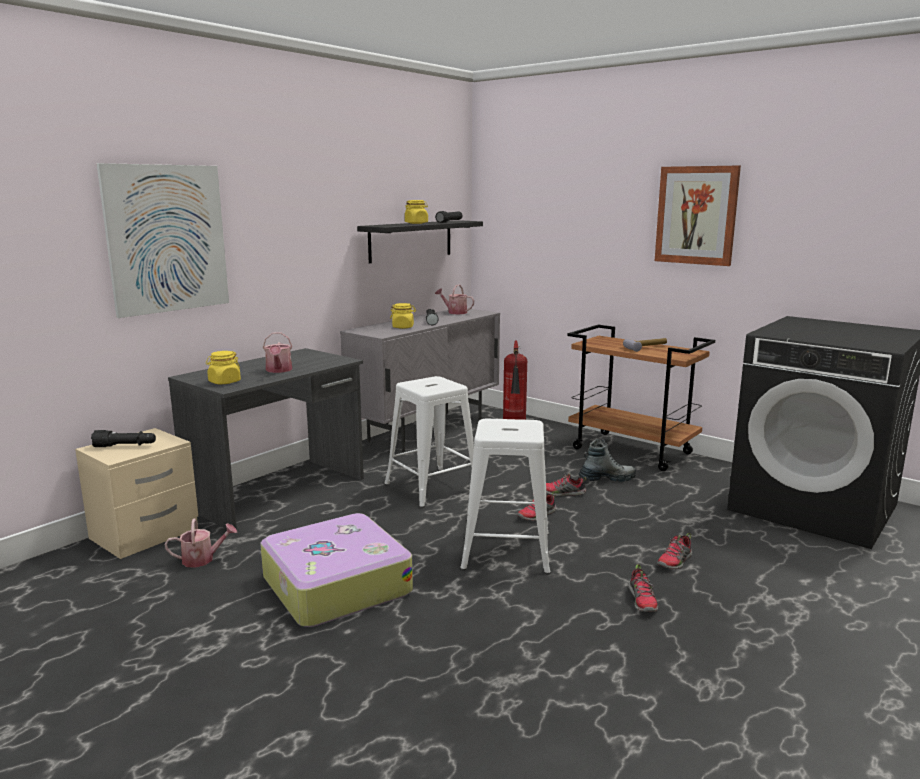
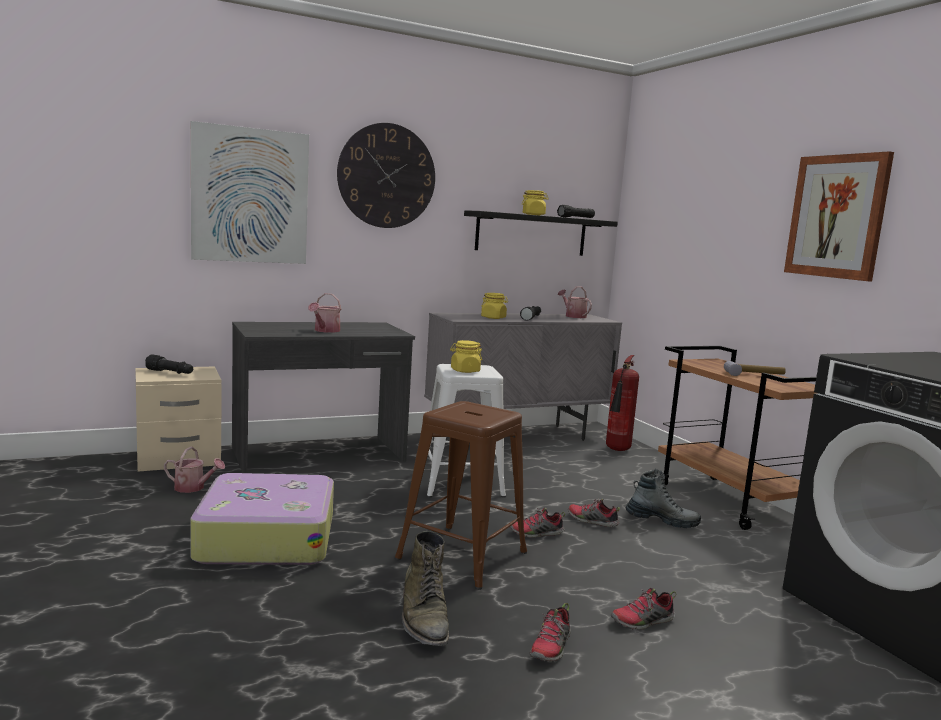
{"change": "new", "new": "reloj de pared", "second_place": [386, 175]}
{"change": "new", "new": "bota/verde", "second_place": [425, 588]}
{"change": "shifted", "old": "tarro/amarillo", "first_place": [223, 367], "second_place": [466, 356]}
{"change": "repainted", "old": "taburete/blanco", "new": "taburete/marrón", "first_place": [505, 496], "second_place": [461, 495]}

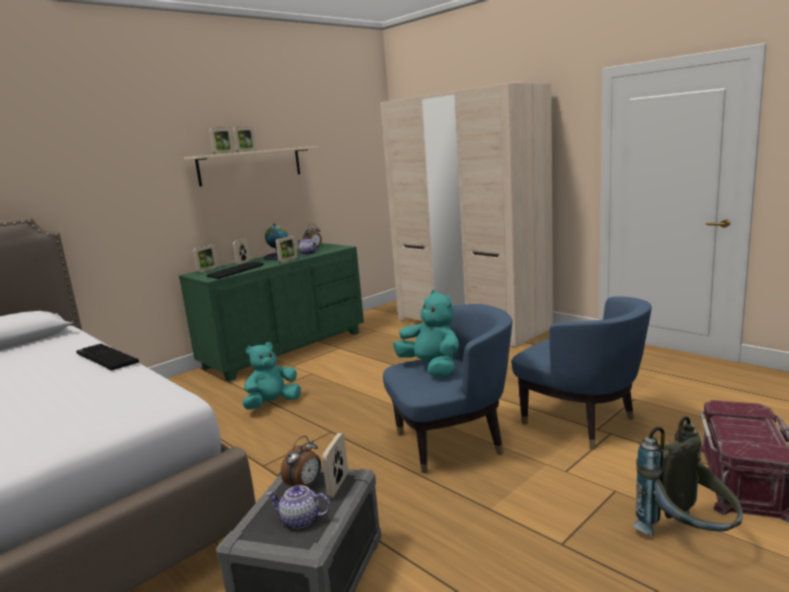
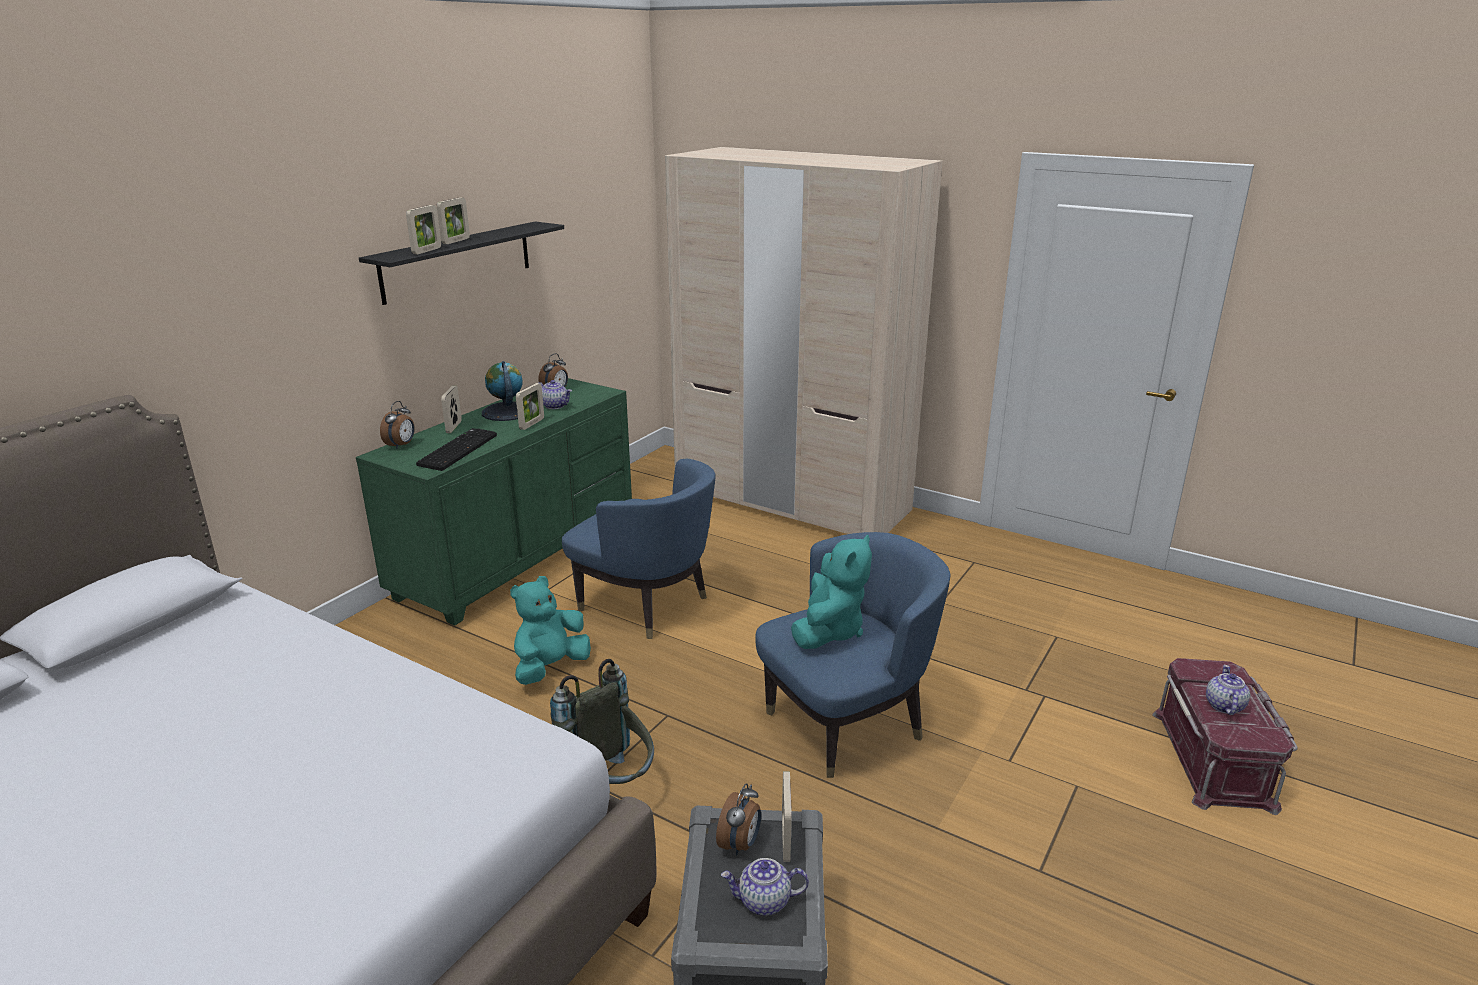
{"change": "gone", "old": "teclado", "first_place": [107, 357]}
{"change": "new", "new": "tetera", "second_place": [1228, 690]}
{"change": "shifted", "old": "sillón/azul", "first_place": [582, 372], "second_place": [639, 549]}
{"change": "shifted", "old": "mochila/gris", "first_place": [687, 475], "second_place": [602, 721]}
{"change": "swapped", "old": "portarretratos", "new": "despertador", "first_place": [205, 259], "second_place": [397, 425]}
{"change": "repainted", "old": "estante/beis", "new": "estante/negro", "first_place": [251, 166], "second_place": [461, 263]}
{"change": "rotated", "old": "peluche/turquesa", "first_place": [426, 333], "second_place": [831, 592], "degrees": 75}

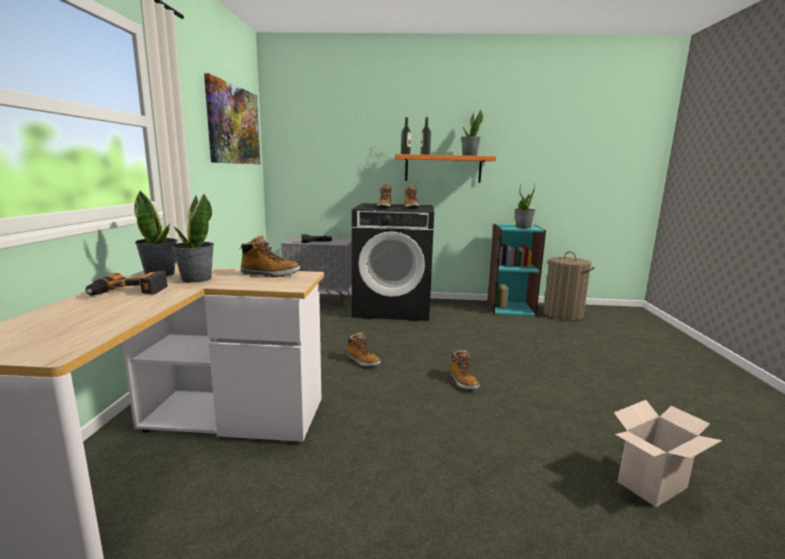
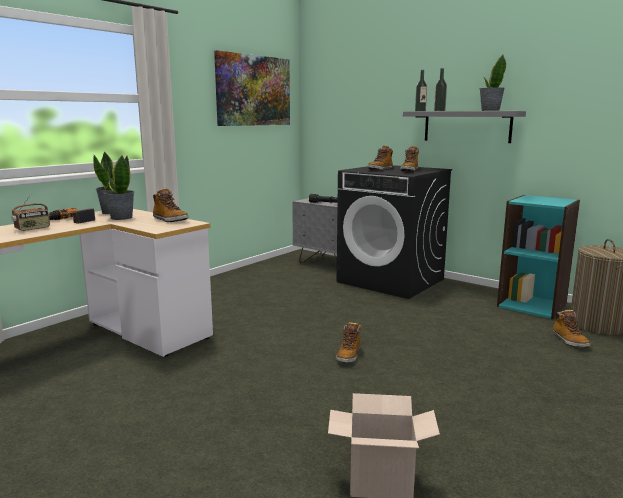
{"change": "gone", "old": "planta en maceta", "first_place": [525, 206]}
{"change": "new", "new": "radio", "second_place": [30, 212]}
{"change": "shifted", "old": "bota", "first_place": [364, 350], "second_place": [571, 328]}
{"change": "repainted", "old": "estante/naranja", "new": "estante/gris", "first_place": [445, 168], "second_place": [464, 127]}

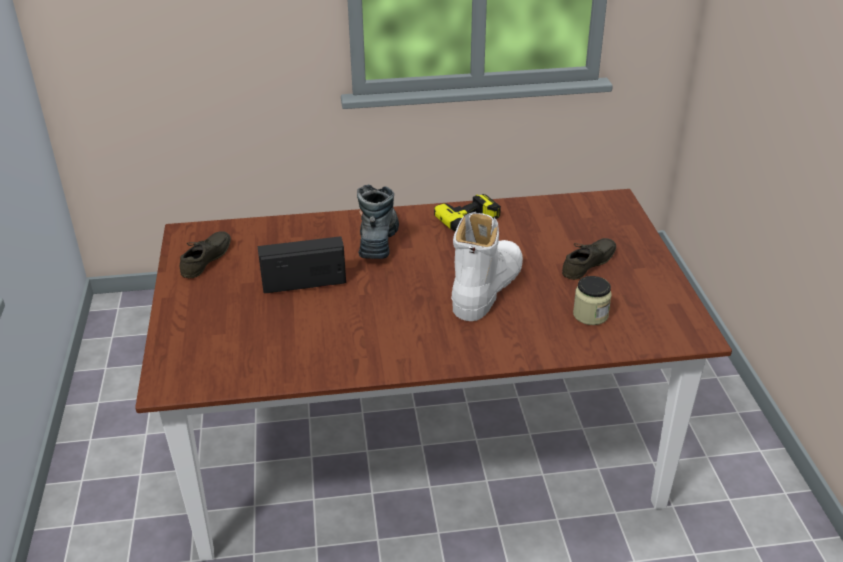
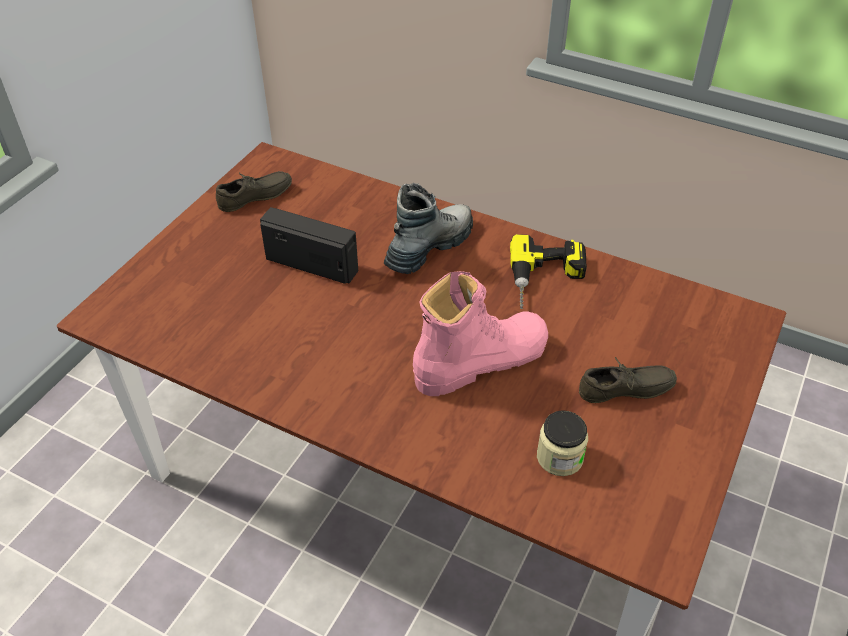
{"change": "repainted", "old": "bota/blanco", "new": "bota/rosa", "first_place": [487, 266], "second_place": [480, 333]}

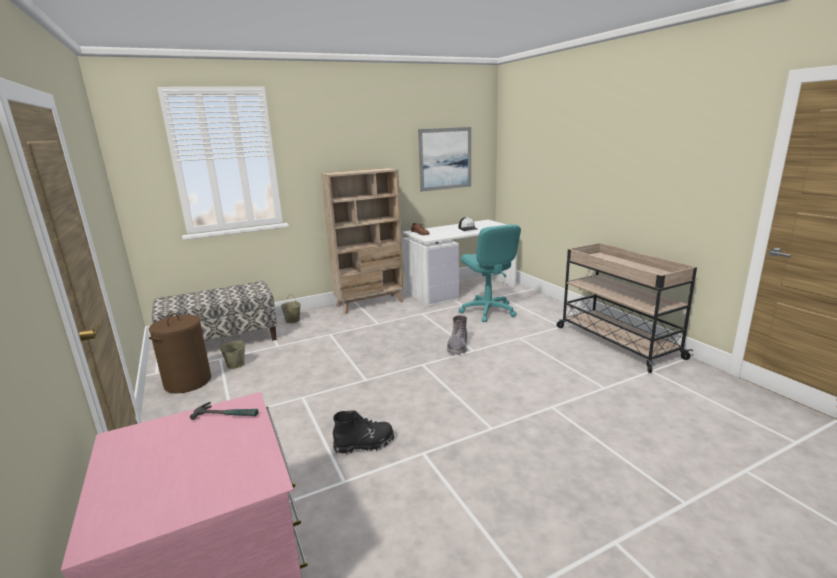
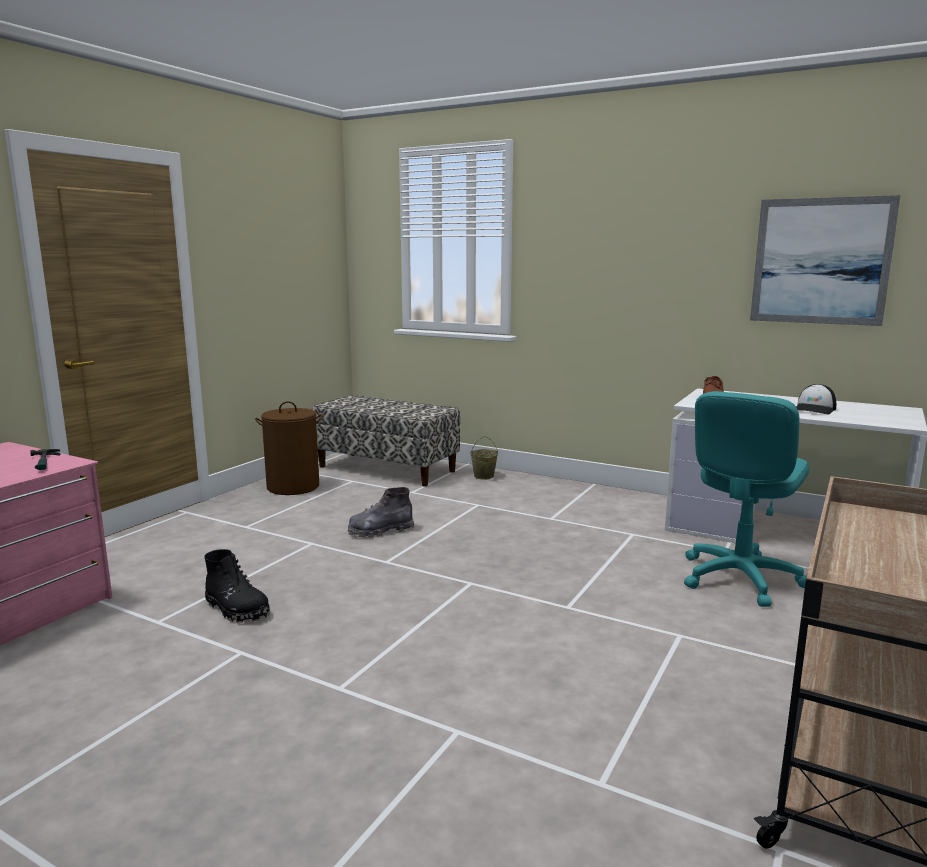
{"change": "gone", "old": "cubo/beis", "first_place": [232, 351]}
{"change": "gone", "old": "estantería/beis", "first_place": [362, 241]}
{"change": "shifted", "old": "bota/gris", "first_place": [457, 335], "second_place": [381, 512]}

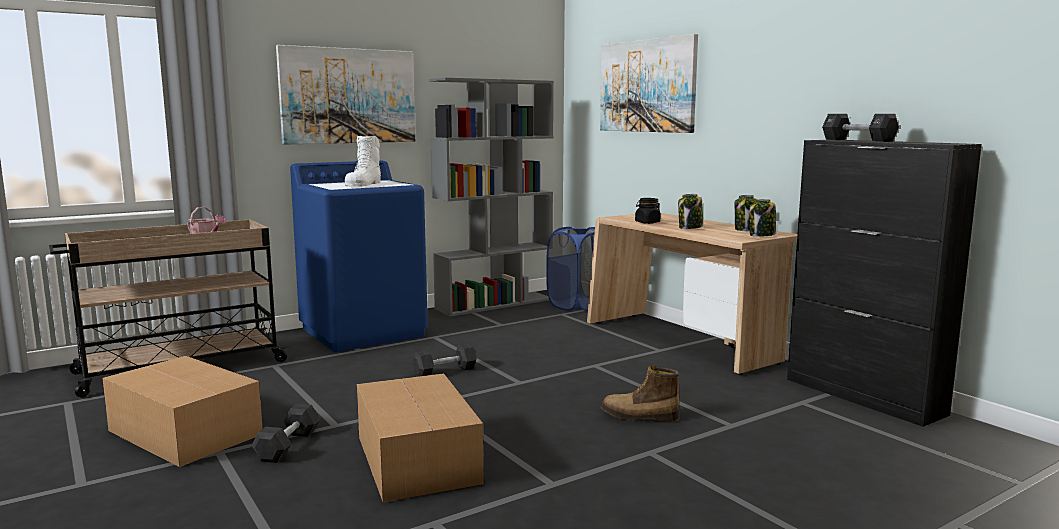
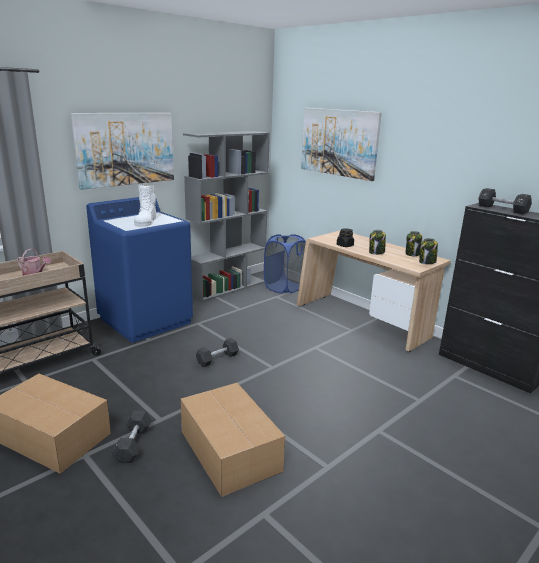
{"change": "gone", "old": "bota", "first_place": [640, 394]}

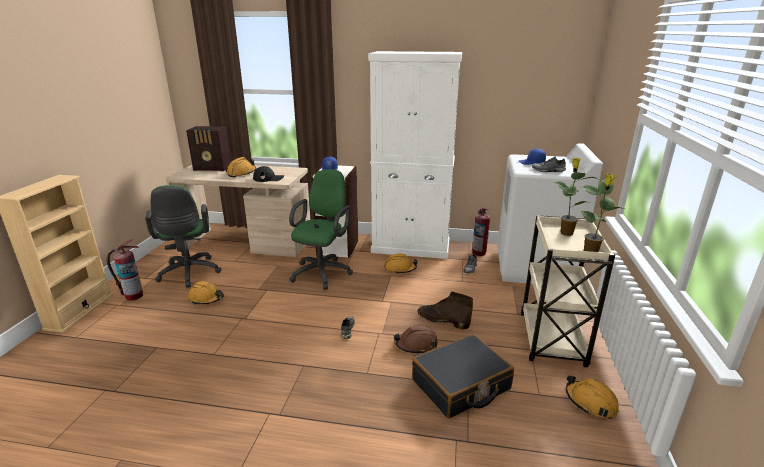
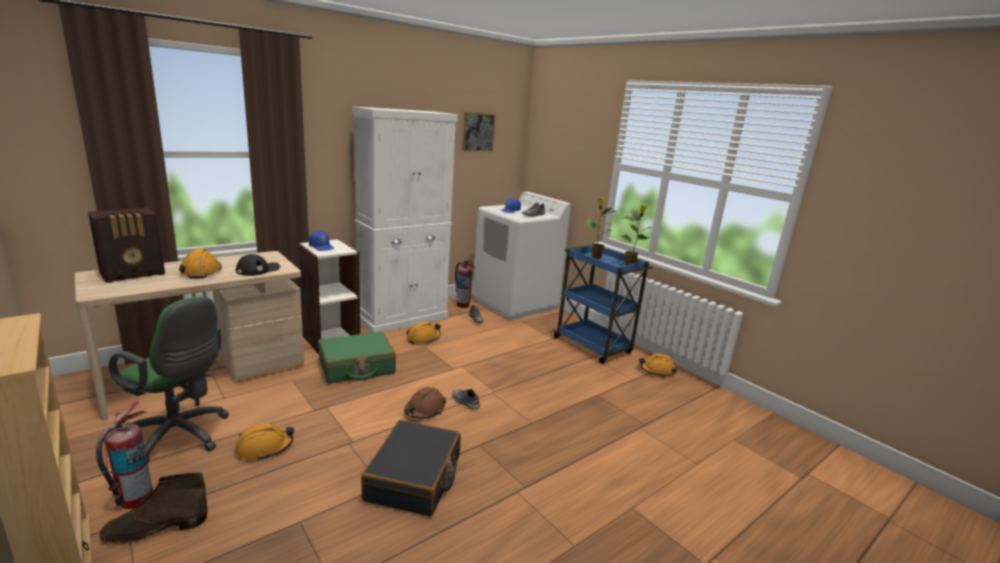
{"change": "new", "new": "cuadro", "second_place": [479, 131]}
{"change": "shifted", "old": "casco/marrón", "first_place": [416, 339], "second_place": [425, 403]}
{"change": "shifted", "old": "maleta/negro", "first_place": [463, 376], "second_place": [411, 468]}
{"change": "shifted", "old": "bota/marrón", "first_place": [445, 310], "second_place": [153, 508]}
{"change": "swapped", "old": "silla de oficina/verde", "new": "maleta/verde", "first_place": [321, 229], "second_place": [357, 357]}
{"change": "repainted", "old": "carrito/beis", "new": "carrito/azul", "first_place": [568, 291], "second_place": [602, 304]}

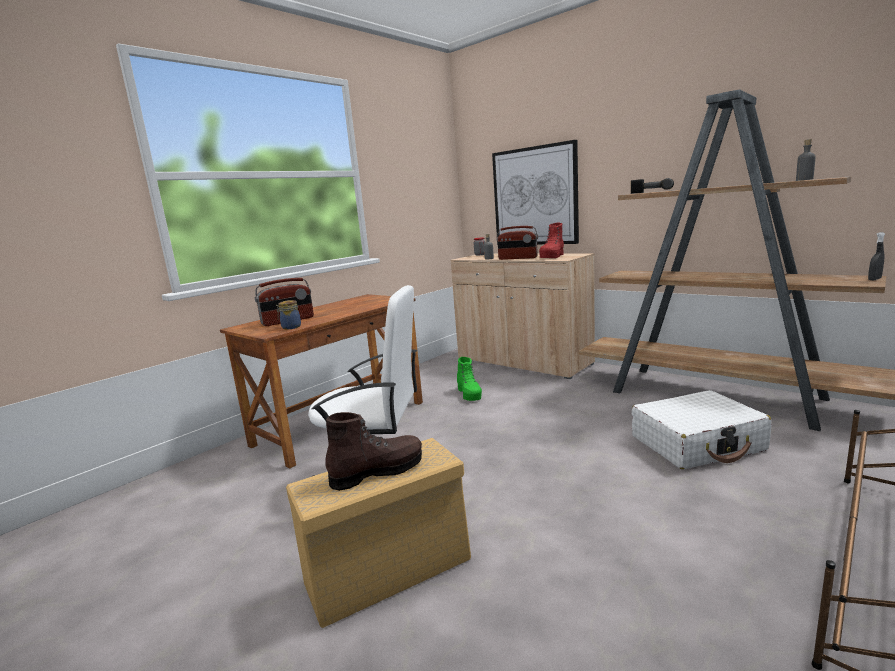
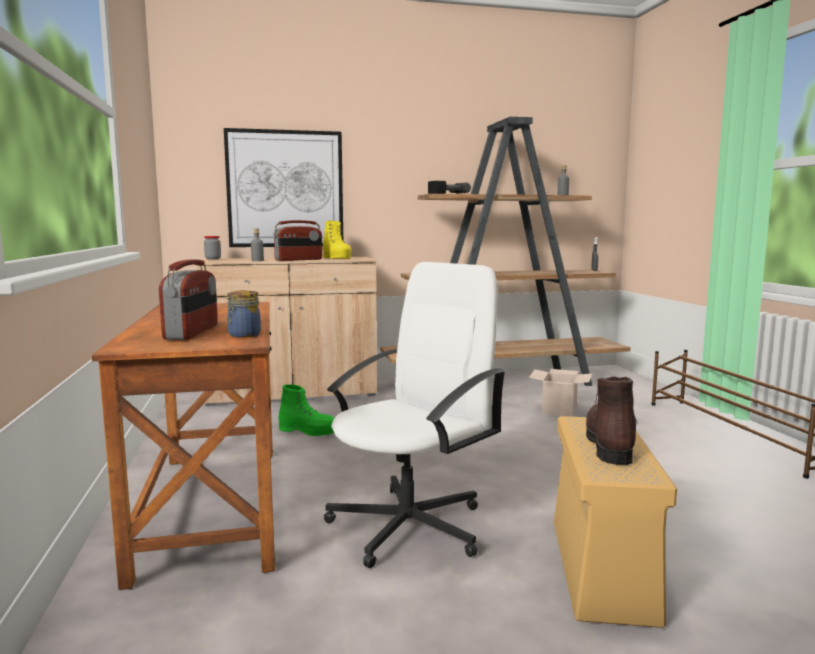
{"change": "swapped", "old": "maleta/blanco", "new": "caja de cartón", "first_place": [701, 429], "second_place": [561, 393]}
{"change": "repainted", "old": "bota/rojo", "new": "bota/amarillo", "first_place": [551, 240], "second_place": [337, 239]}

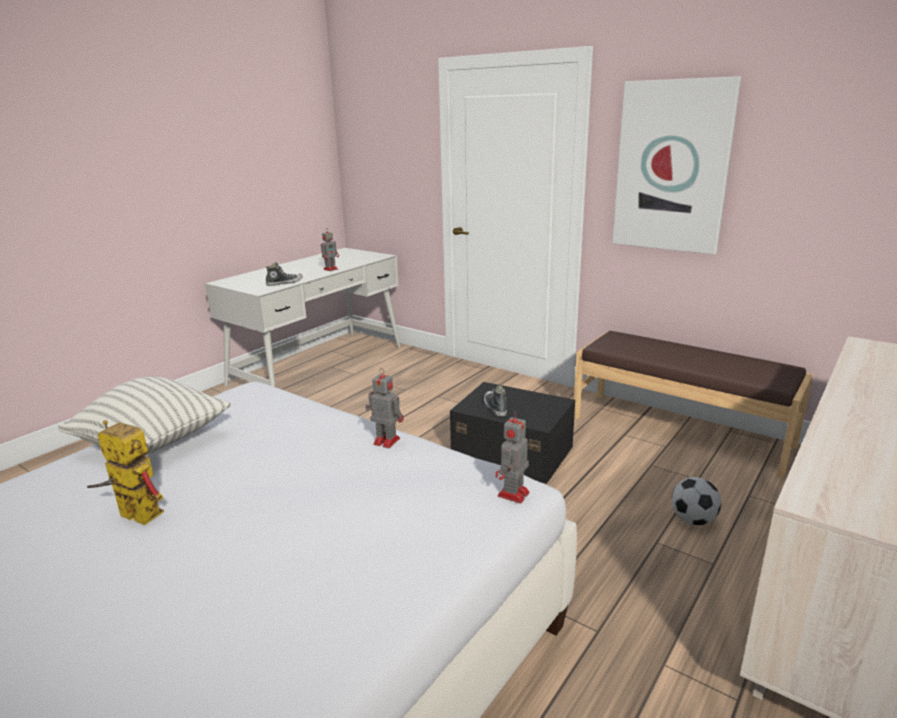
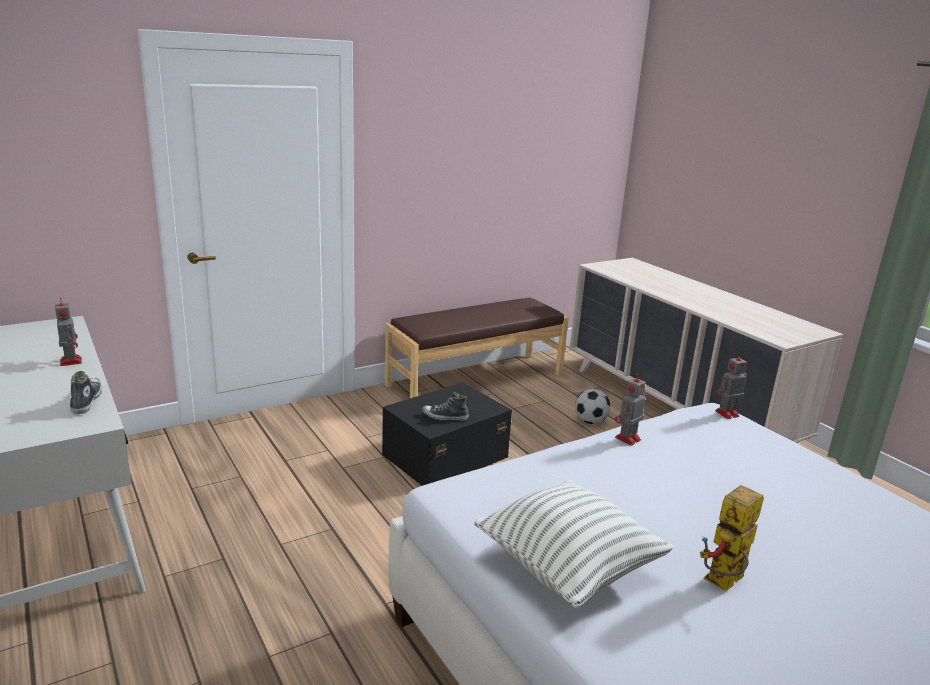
{"change": "gone", "old": "cuadro", "first_place": [676, 165]}
{"change": "rotated", "old": "robot de juguete", "first_place": [512, 457], "second_place": [731, 385], "degrees": 105}

